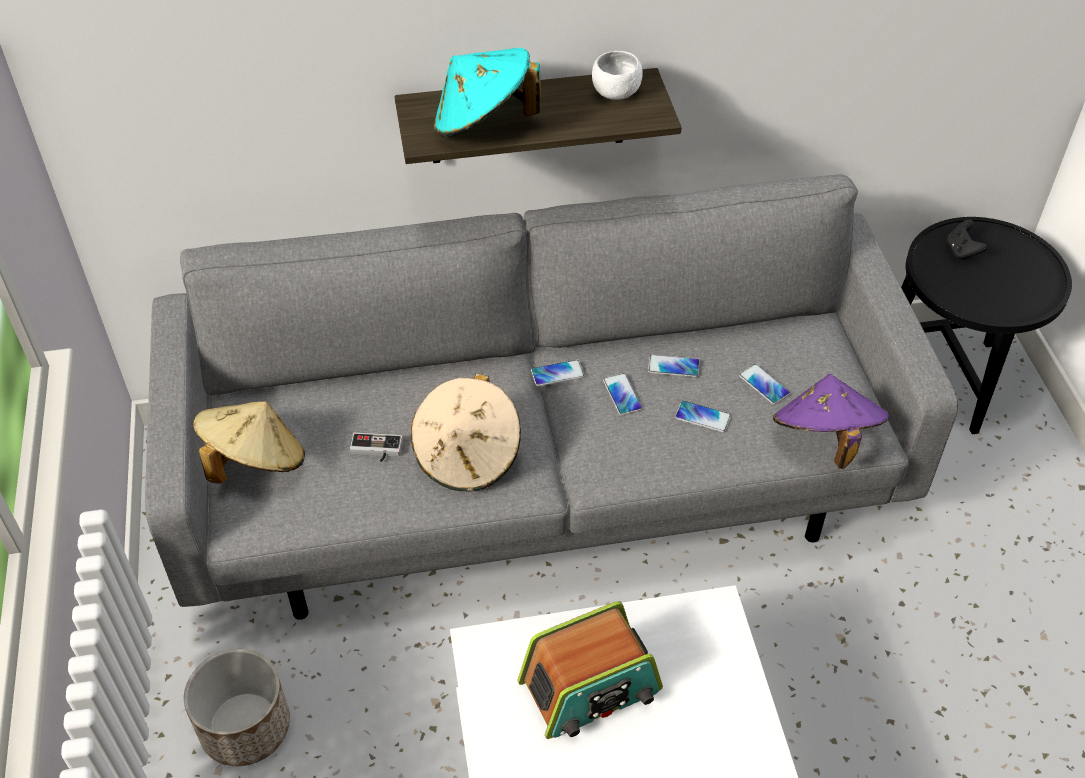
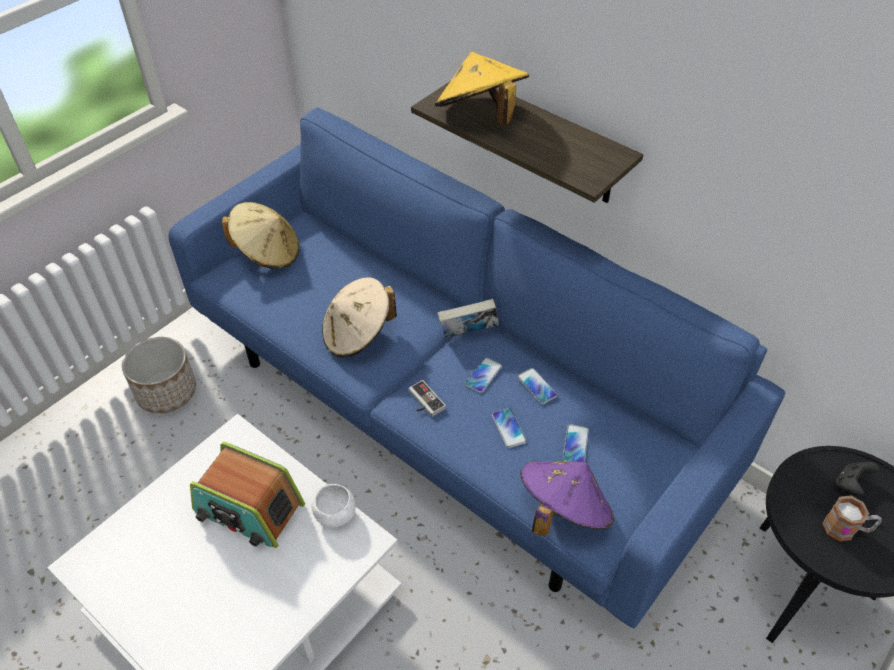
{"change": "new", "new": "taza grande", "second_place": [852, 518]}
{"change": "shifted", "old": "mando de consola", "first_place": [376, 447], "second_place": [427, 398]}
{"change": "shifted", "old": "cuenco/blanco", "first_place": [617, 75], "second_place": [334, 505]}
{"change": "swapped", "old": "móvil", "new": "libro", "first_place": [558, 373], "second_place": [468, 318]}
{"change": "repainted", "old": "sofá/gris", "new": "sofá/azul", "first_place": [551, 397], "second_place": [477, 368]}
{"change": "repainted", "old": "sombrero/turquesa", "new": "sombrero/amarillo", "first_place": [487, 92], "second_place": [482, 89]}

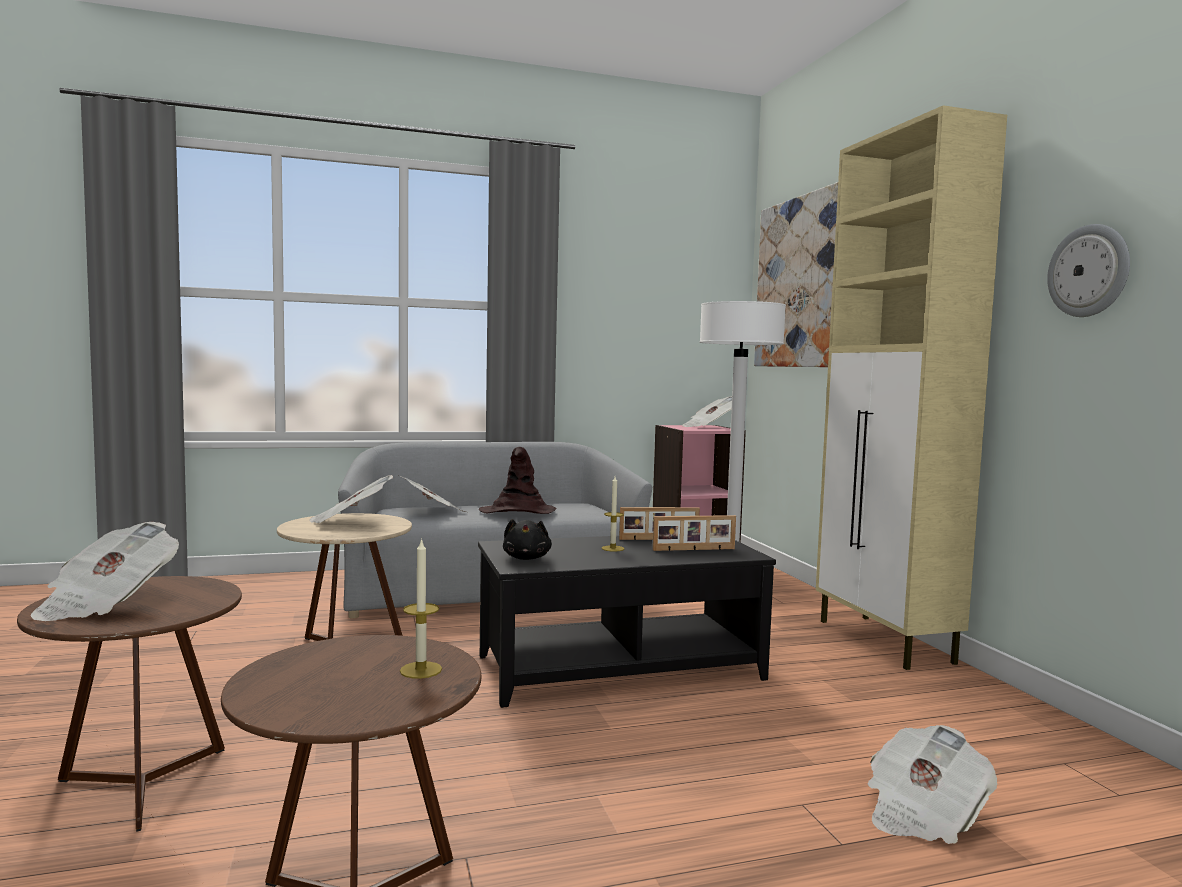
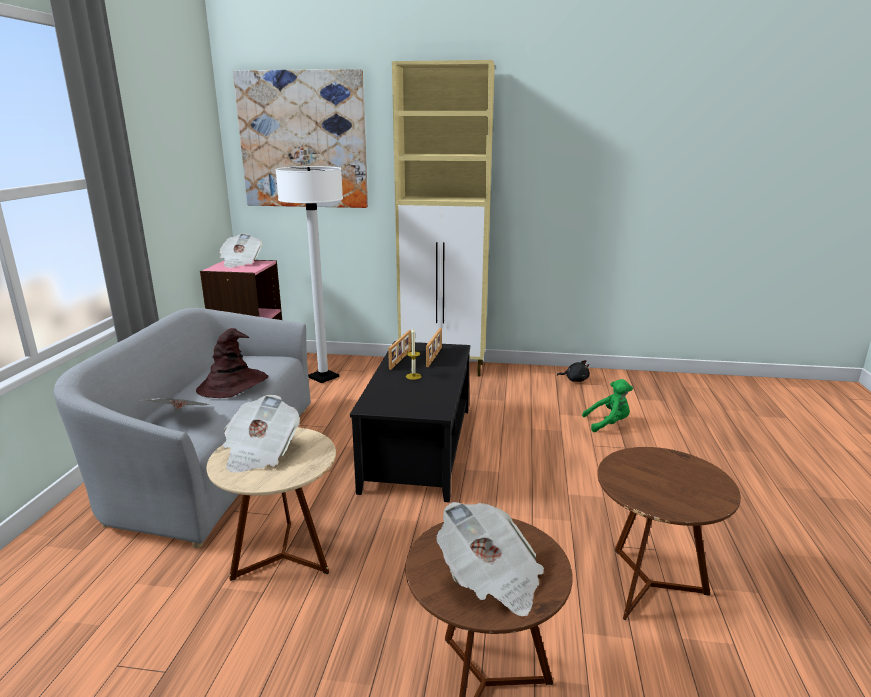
{"change": "gone", "old": "vela", "first_place": [421, 608]}
{"change": "gone", "old": "reloj de pared", "first_place": [1088, 270]}
{"change": "shifted", "old": "peluche/negro", "first_place": [527, 539], "second_place": [573, 371]}
{"change": "swapped", "old": "periódico", "new": "peluche/verde", "first_place": [932, 784], "second_place": [607, 405]}

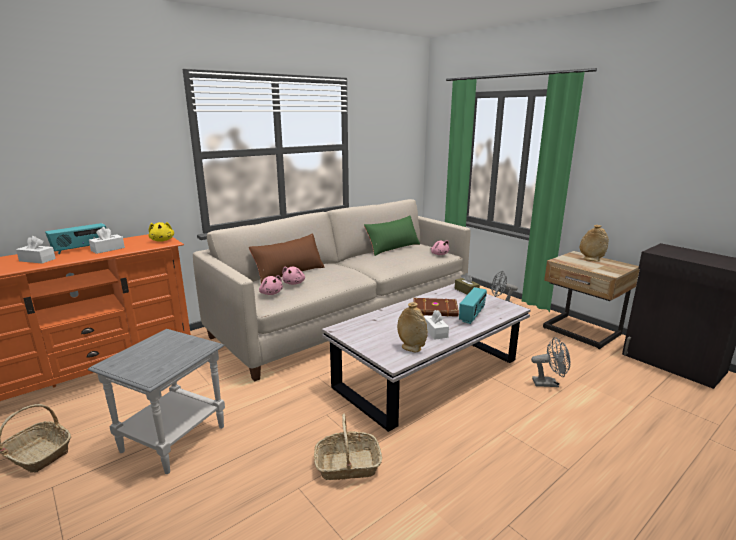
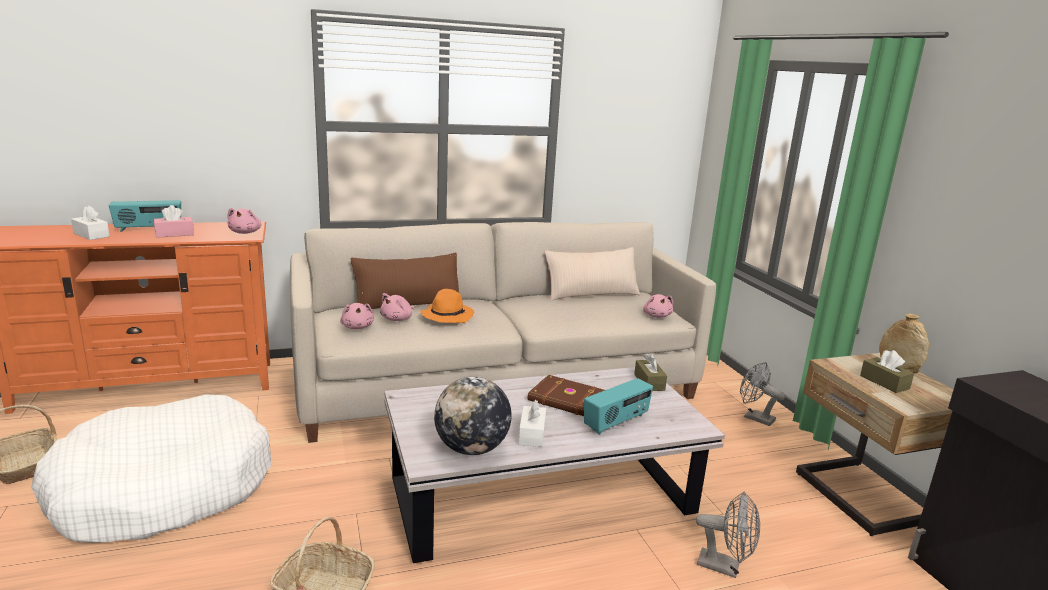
{"change": "new", "new": "sombrero/naranja", "second_place": [447, 306]}
{"change": "new", "new": "caja de pañuelos/marrón", "second_place": [887, 371]}
{"change": "swapped", "old": "mesa auxiliar/gris", "new": "cama para perro/blanco", "first_place": [156, 401], "second_place": [151, 468]}
{"change": "swapped", "old": "florero/beis", "new": "globo terráqueo", "first_place": [412, 327], "second_place": [472, 416]}
{"change": "repainted", "old": "caja de pañuelos/blanco", "new": "caja de pañuelos/rosa", "first_place": [107, 240], "second_place": [174, 221]}
{"change": "repainted", "old": "peluche/amarillo", "new": "peluche/rosa", "first_place": [161, 232], "second_place": [244, 221]}
{"change": "repainted", "old": "cojín/verde", "new": "cojín/beis", "first_place": [392, 235], "second_place": [592, 273]}

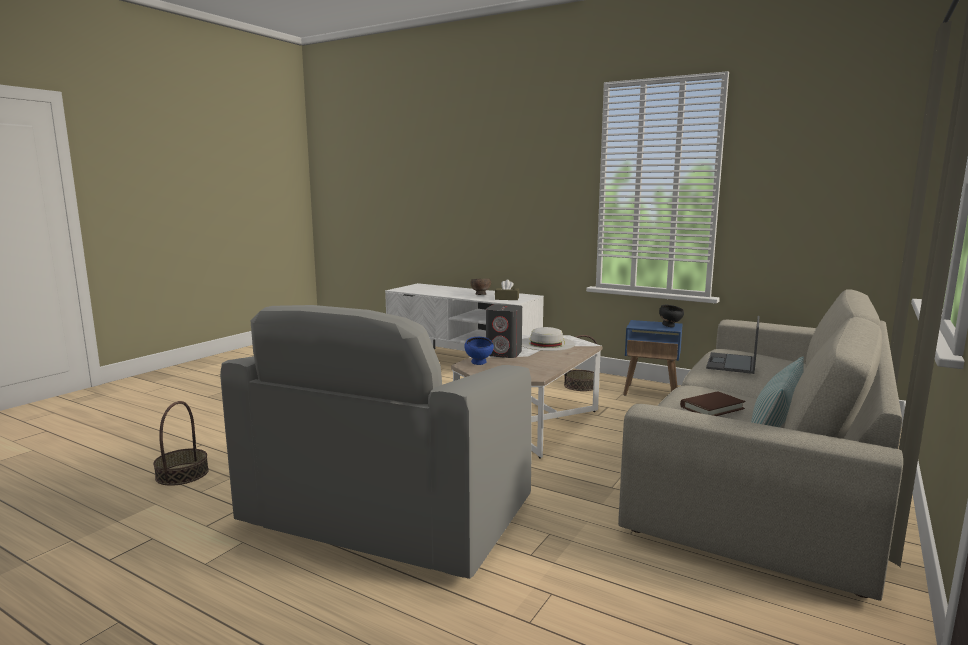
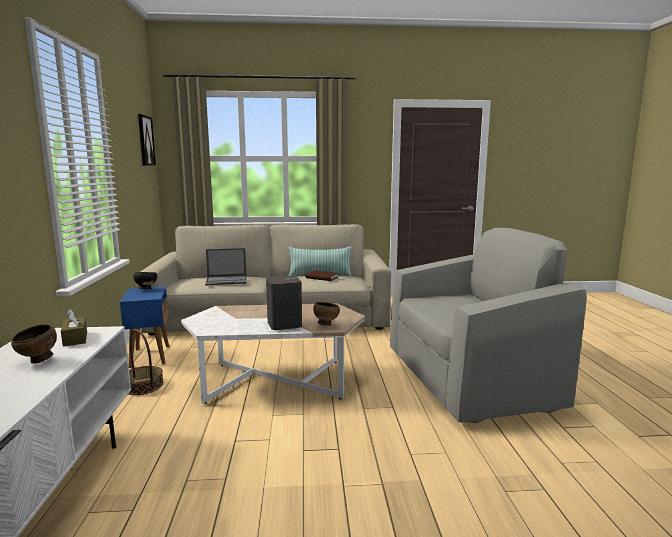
{"change": "gone", "old": "cesta", "first_place": [181, 443]}
{"change": "gone", "old": "sombrero/blanco", "first_place": [548, 339]}
{"change": "new", "new": "cuadro", "second_place": [147, 140]}
{"change": "repainted", "old": "cuenco/azul", "new": "cuenco/marrón", "first_place": [479, 351], "second_place": [326, 314]}

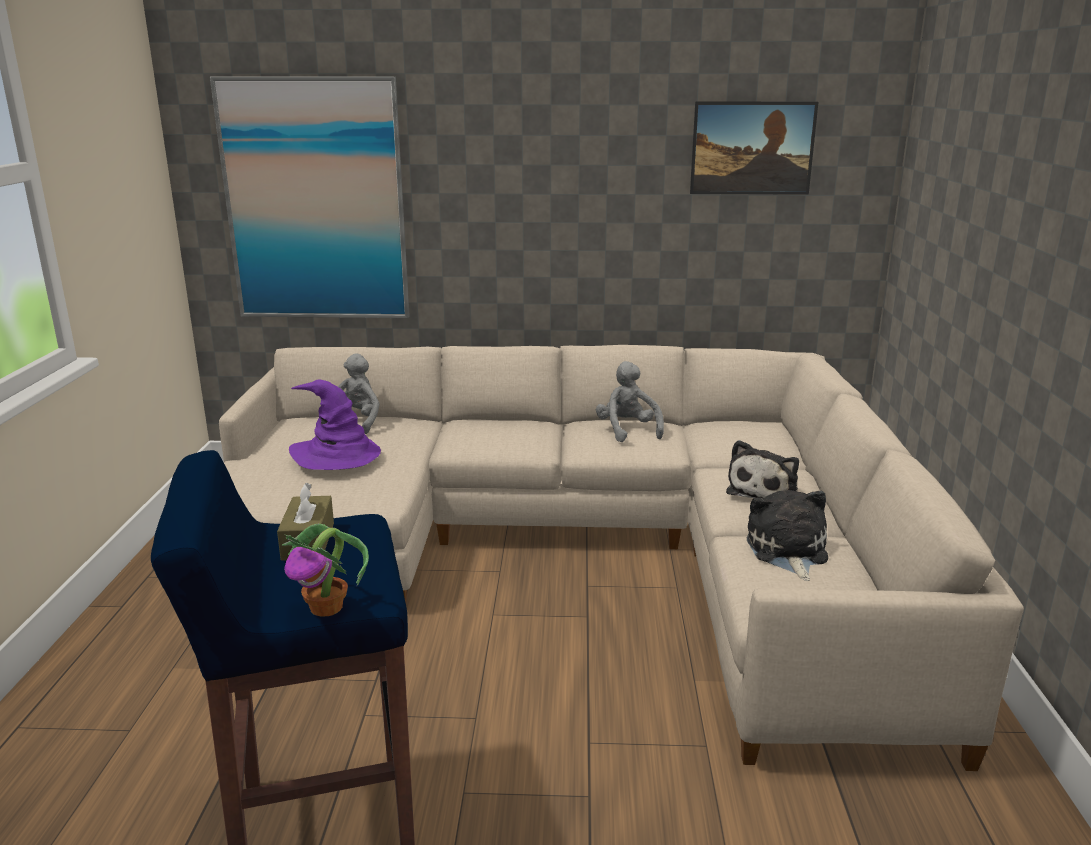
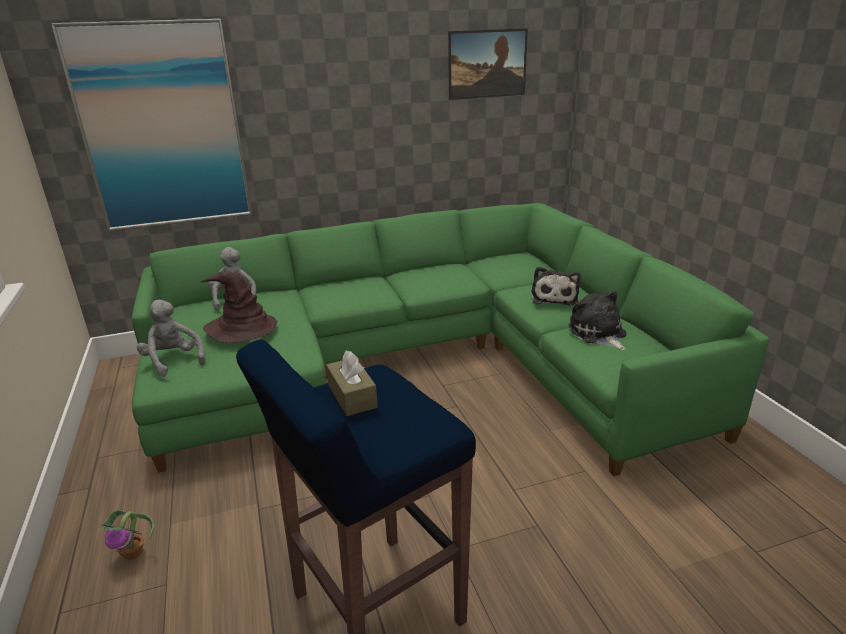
{"change": "shifted", "old": "planta en maceta", "first_place": [325, 570], "second_place": [126, 535]}
{"change": "shifted", "old": "peluche/gris", "first_place": [630, 401], "second_place": [171, 338]}
{"change": "repainted", "old": "sofá/beis", "new": "sofá/verde", "first_place": [621, 558], "second_place": [451, 339]}
{"change": "repainted", "old": "sombrero/morado", "new": "sombrero/marrón", "first_place": [335, 425], "second_place": [239, 307]}

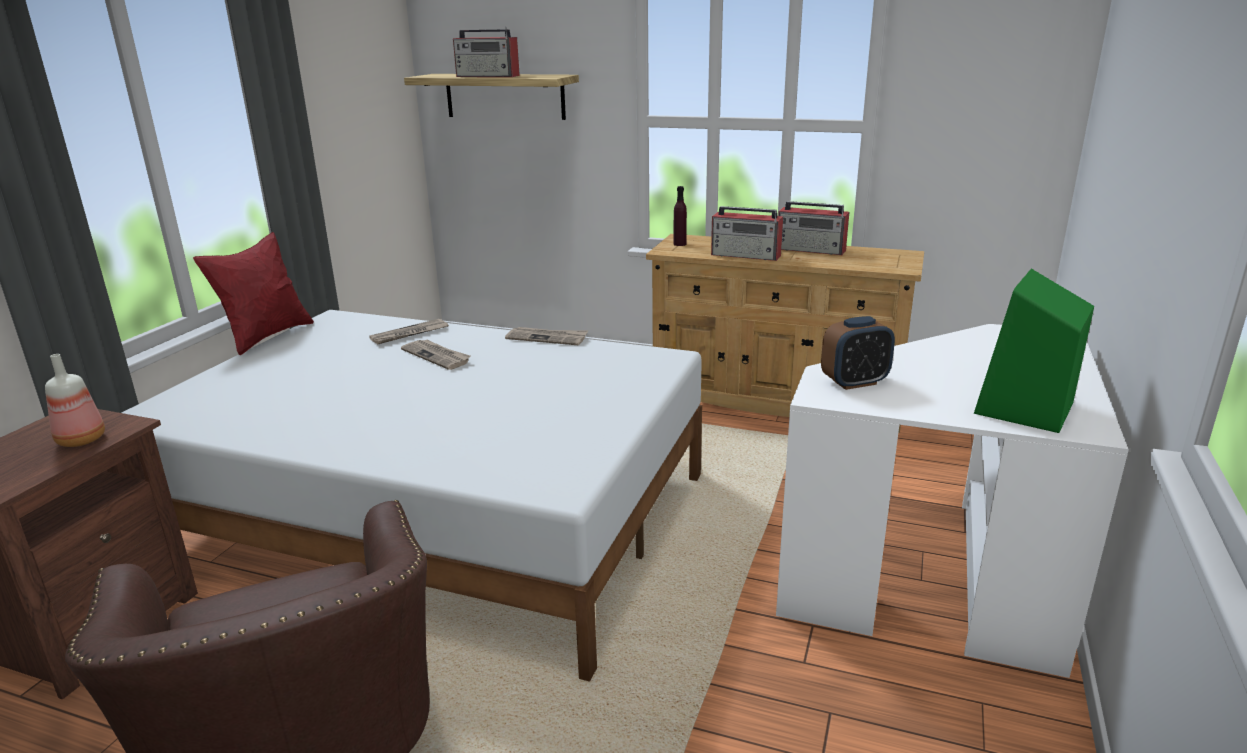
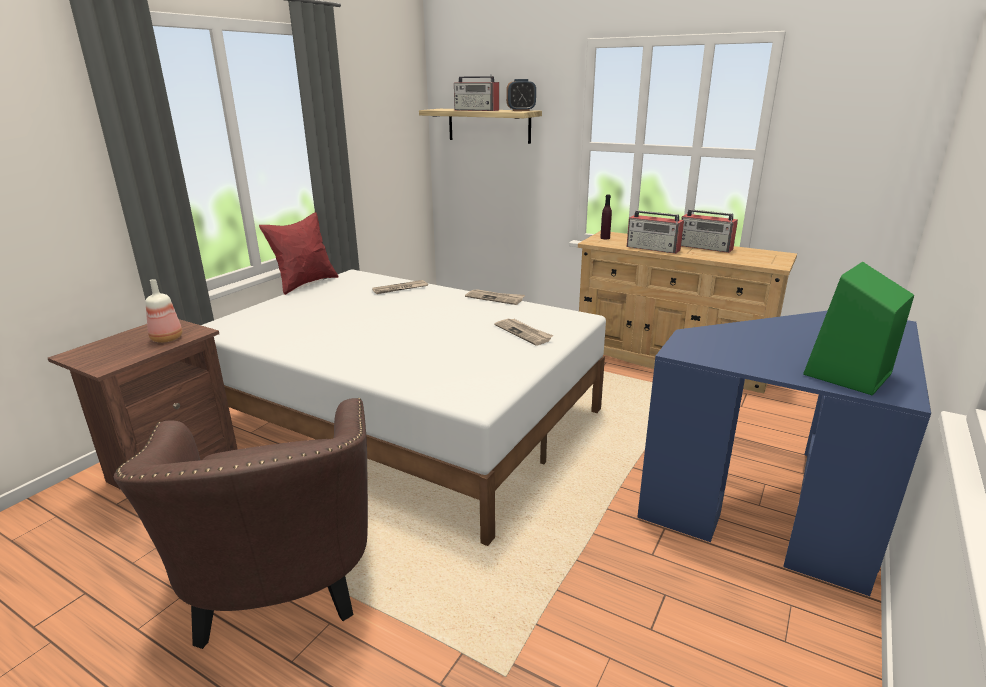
{"change": "shifted", "old": "periódico", "first_place": [436, 355], "second_place": [524, 332]}
{"change": "shifted", "old": "despertador", "first_place": [858, 353], "second_place": [521, 95]}
{"change": "repainted", "old": "escritorio/blanco", "new": "escritorio/azul", "first_place": [952, 501], "second_place": [784, 453]}

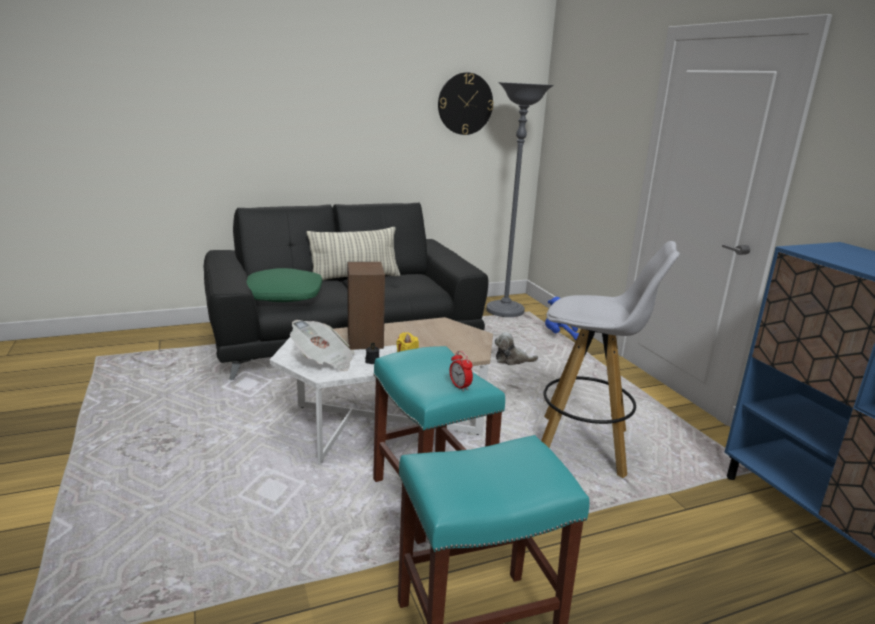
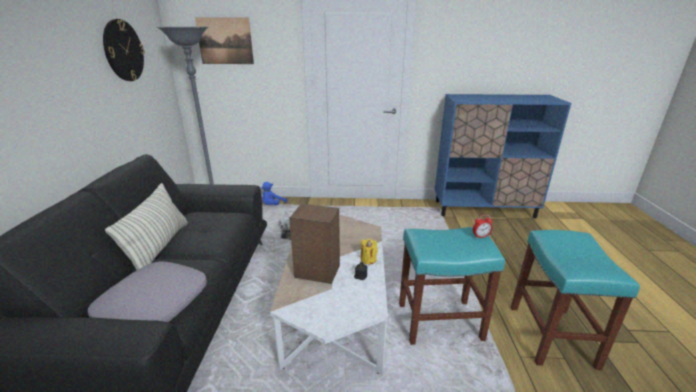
{"change": "gone", "old": "periódico", "first_place": [322, 345]}
{"change": "gone", "old": "taburete/blanco", "first_place": [610, 359]}
{"change": "new", "new": "cuadro", "second_place": [224, 40]}
{"change": "repainted", "old": "cojín/verde", "new": "cojín/gris", "first_place": [284, 285], "second_place": [147, 291]}

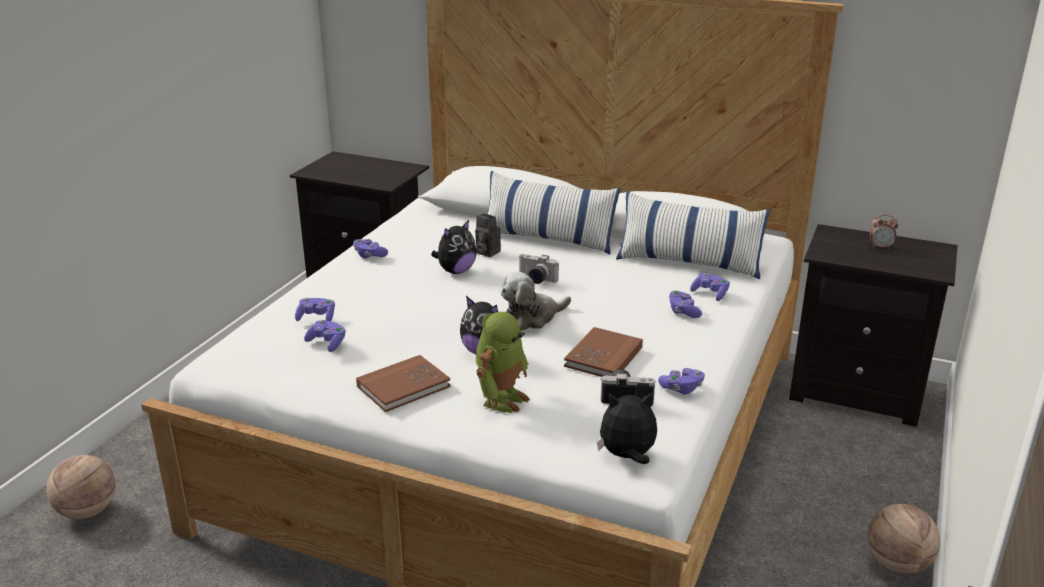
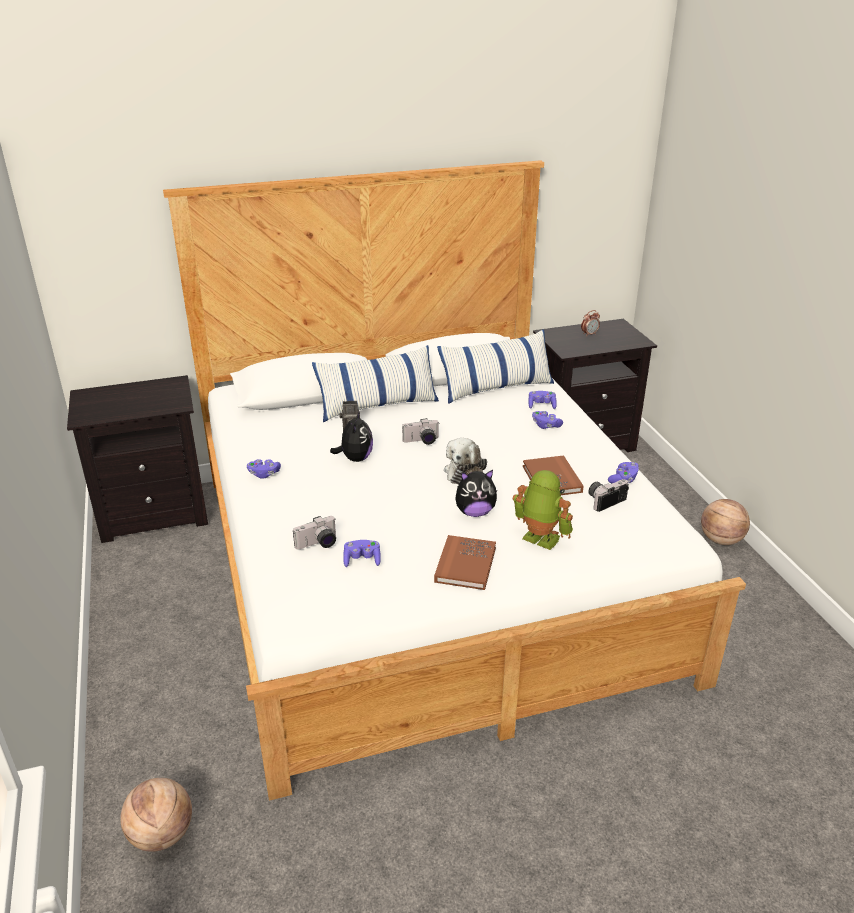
{"change": "gone", "old": "peluche", "first_place": [627, 428]}
{"change": "swapped", "old": "mando de consola/morado", "new": "cámara", "first_place": [315, 309], "second_place": [314, 533]}
{"change": "rotated", "old": "robot de juguete", "first_place": [503, 362], "second_place": [543, 510], "degrees": -45}

